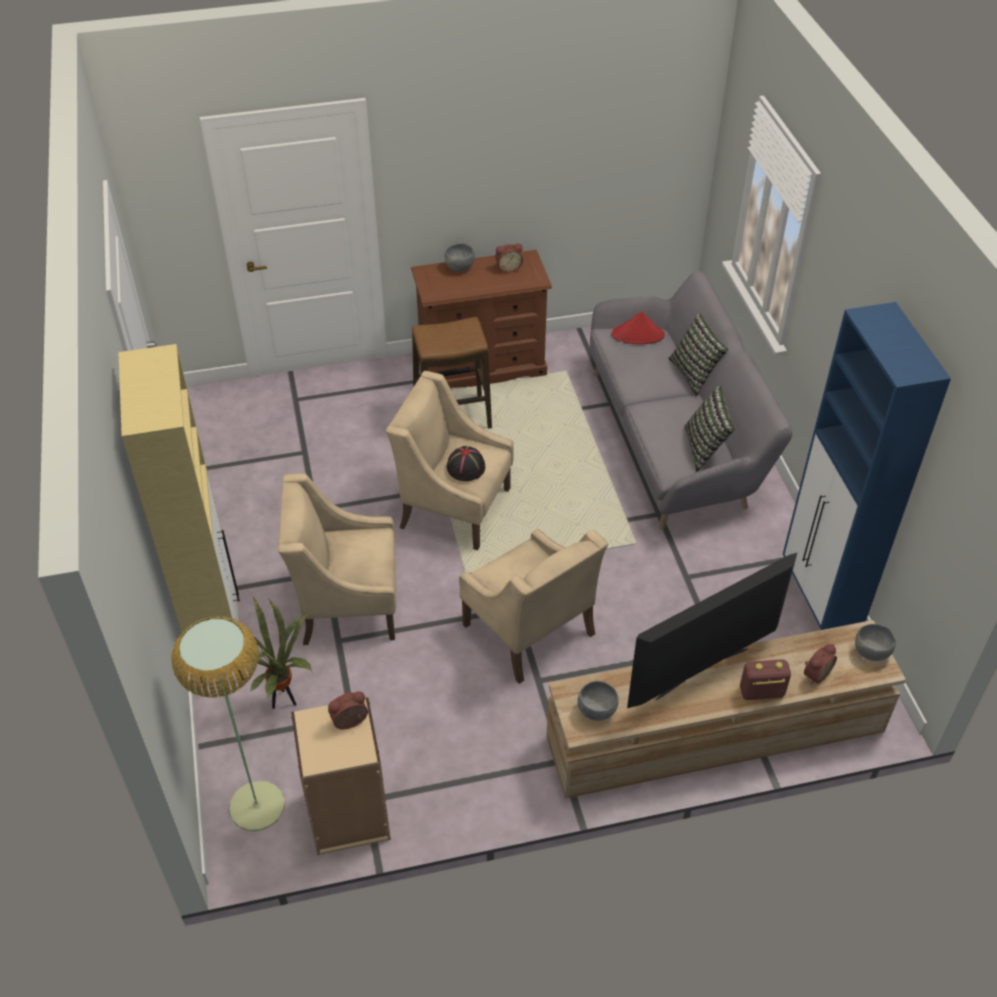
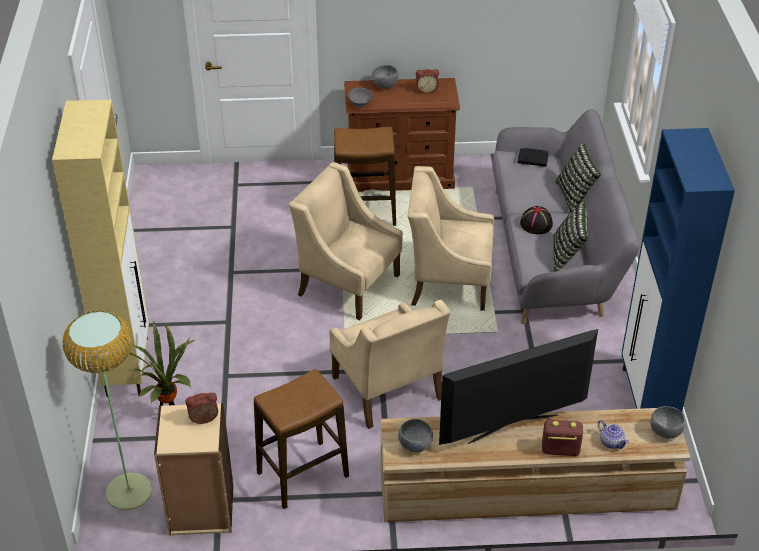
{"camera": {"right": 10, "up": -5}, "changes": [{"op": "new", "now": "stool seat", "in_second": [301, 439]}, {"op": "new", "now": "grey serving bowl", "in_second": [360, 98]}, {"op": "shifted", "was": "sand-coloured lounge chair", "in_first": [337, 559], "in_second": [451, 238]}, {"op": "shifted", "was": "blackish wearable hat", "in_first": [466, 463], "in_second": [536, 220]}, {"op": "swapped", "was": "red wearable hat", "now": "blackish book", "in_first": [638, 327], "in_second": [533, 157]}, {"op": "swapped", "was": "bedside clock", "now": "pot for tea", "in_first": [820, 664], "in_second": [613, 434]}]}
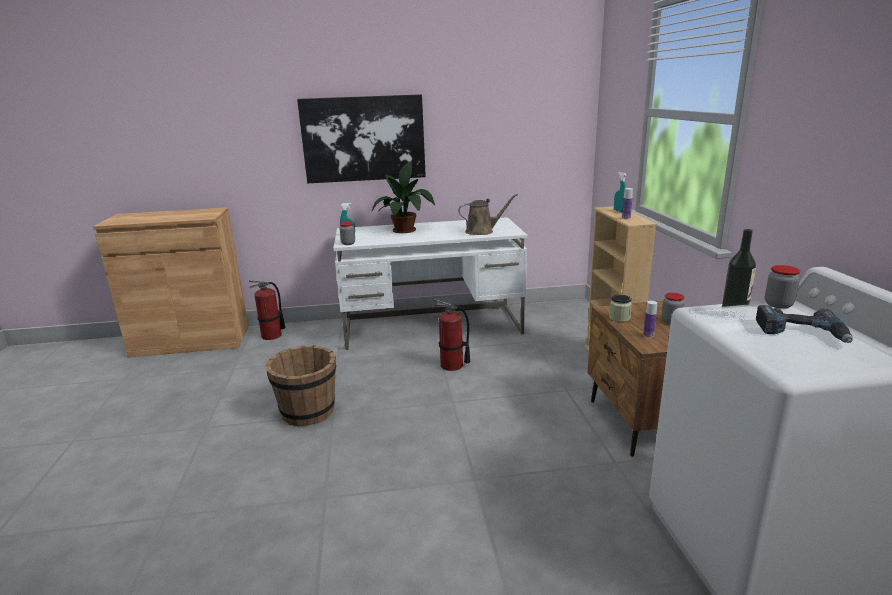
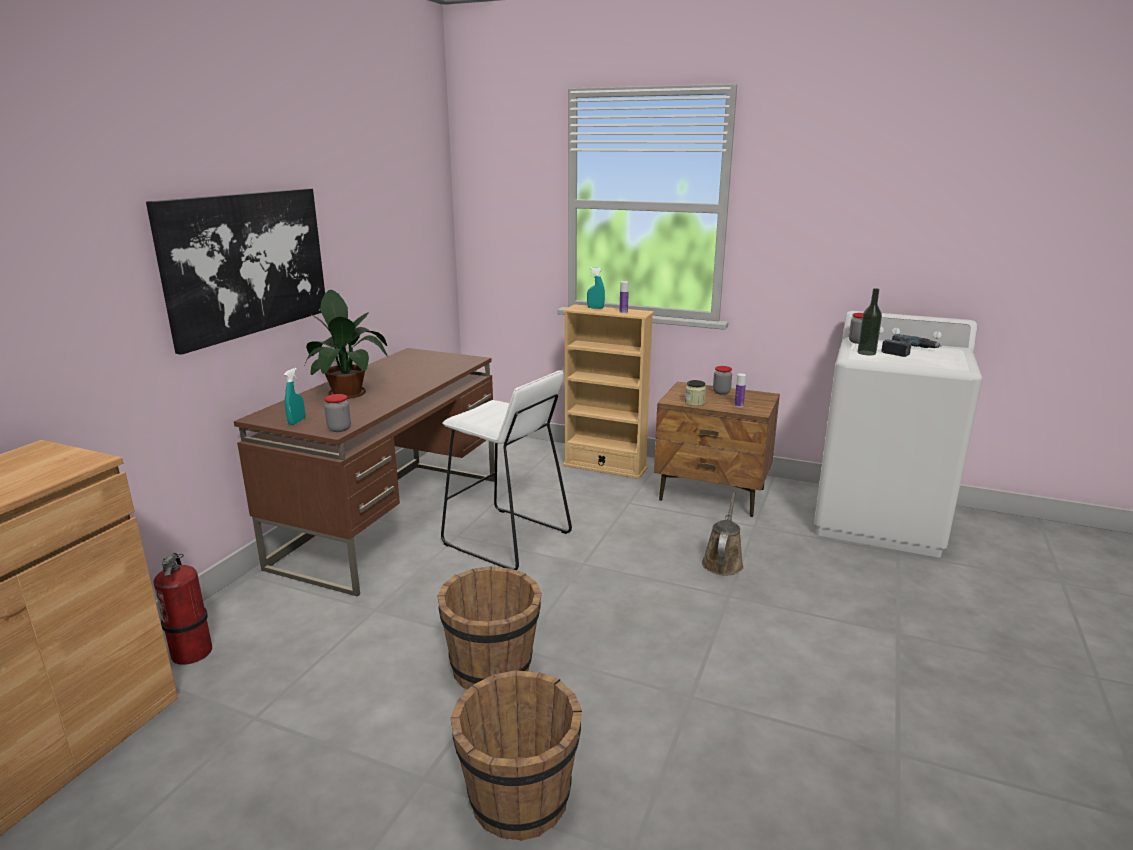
{"camera": {"right": -60, "up": 0}, "changes": [{"op": "new", "now": "brown-coloured water bucket", "in_second": [516, 755]}, {"op": "shifted", "was": "brown-coloured watering can", "in_first": [488, 214], "in_second": [723, 534]}, {"op": "swapped", "was": "fire-fighting cylinder", "now": "white-coloured stool seat", "in_first": [451, 335], "in_second": [506, 470]}, {"op": "repainted", "was": "white-coloured desk table", "now": "brown-coloured desk table", "in_first": [430, 283], "in_second": [364, 472]}]}
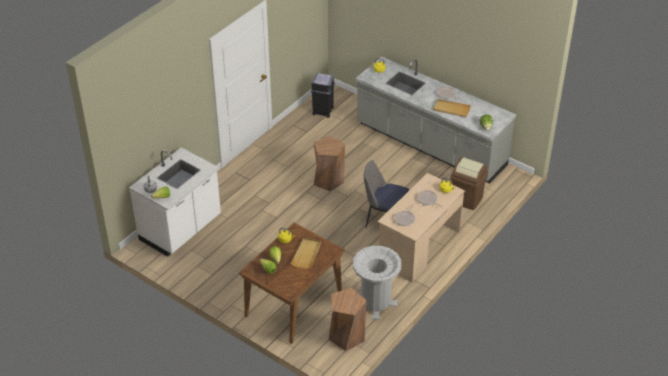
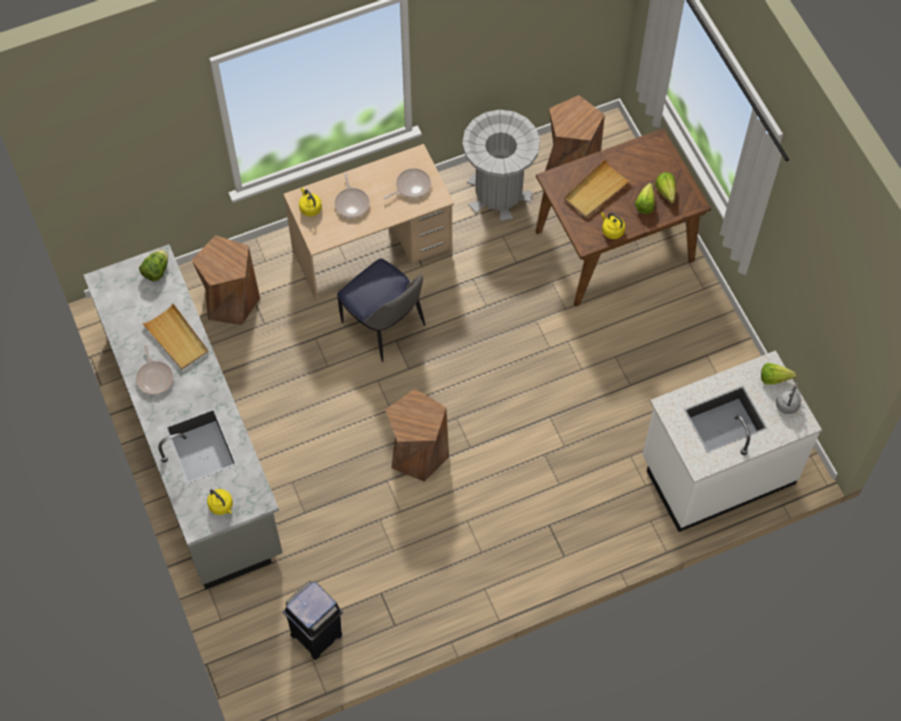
{"camera": {"right": -150, "up": 20}, "changes": [{"op": "swapped", "was": "brown-coloured trash can", "now": "brown-coloured stool seat", "in_first": [469, 183], "in_second": [225, 280]}]}
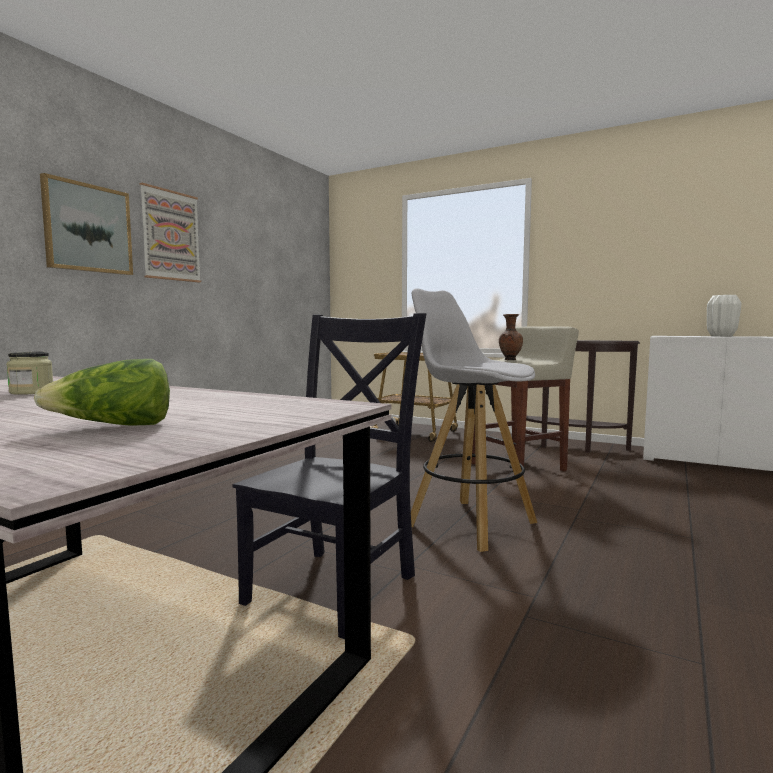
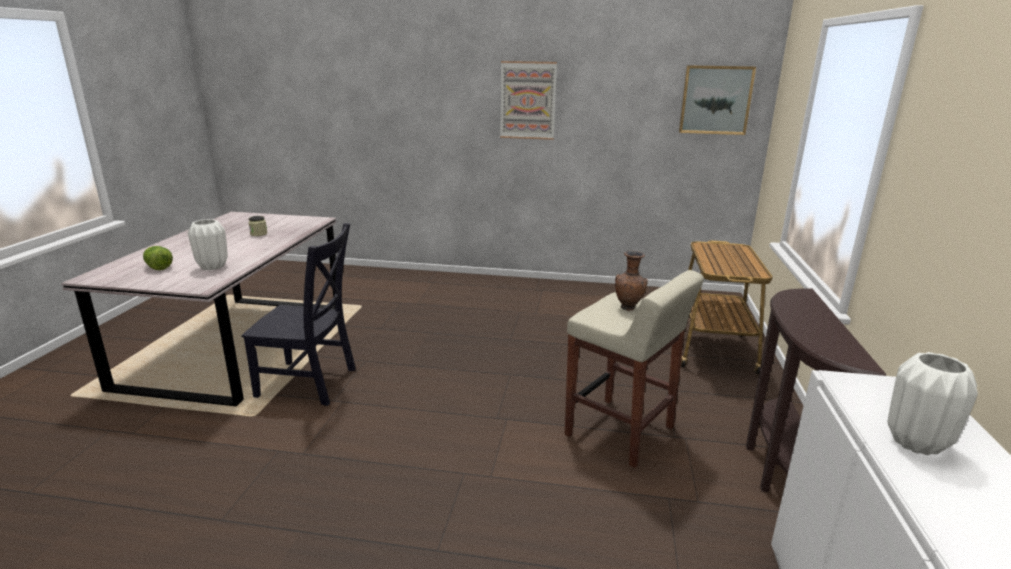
{"camera": {"right": 70, "up": 15}, "changes": [{"op": "gone", "was": "white-coloured stool seat", "in_first": [474, 420]}, {"op": "new", "now": "white-coloured decorative vase", "in_second": [208, 244]}, {"op": "shifted", "was": "wall art", "in_first": [86, 224], "in_second": [717, 100]}]}
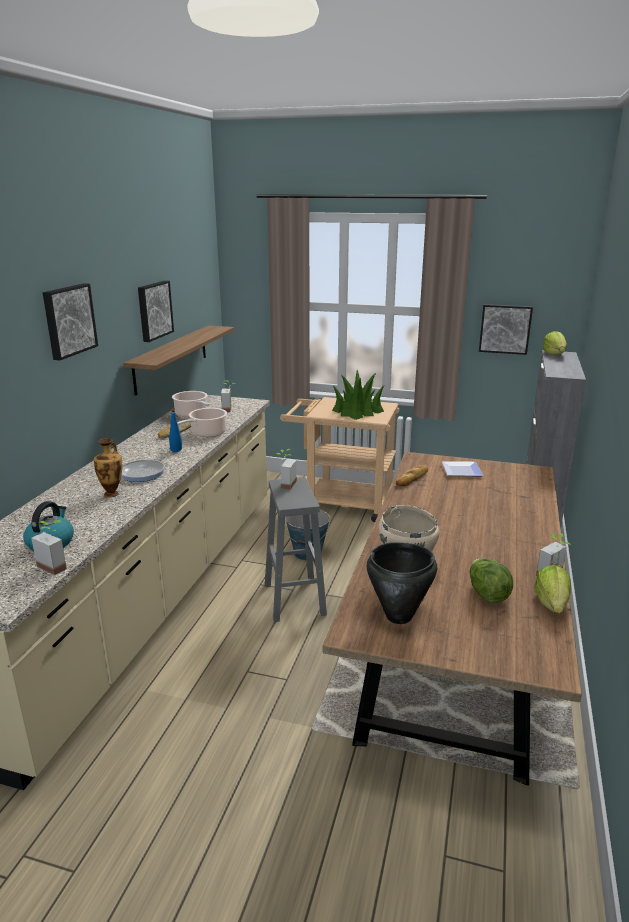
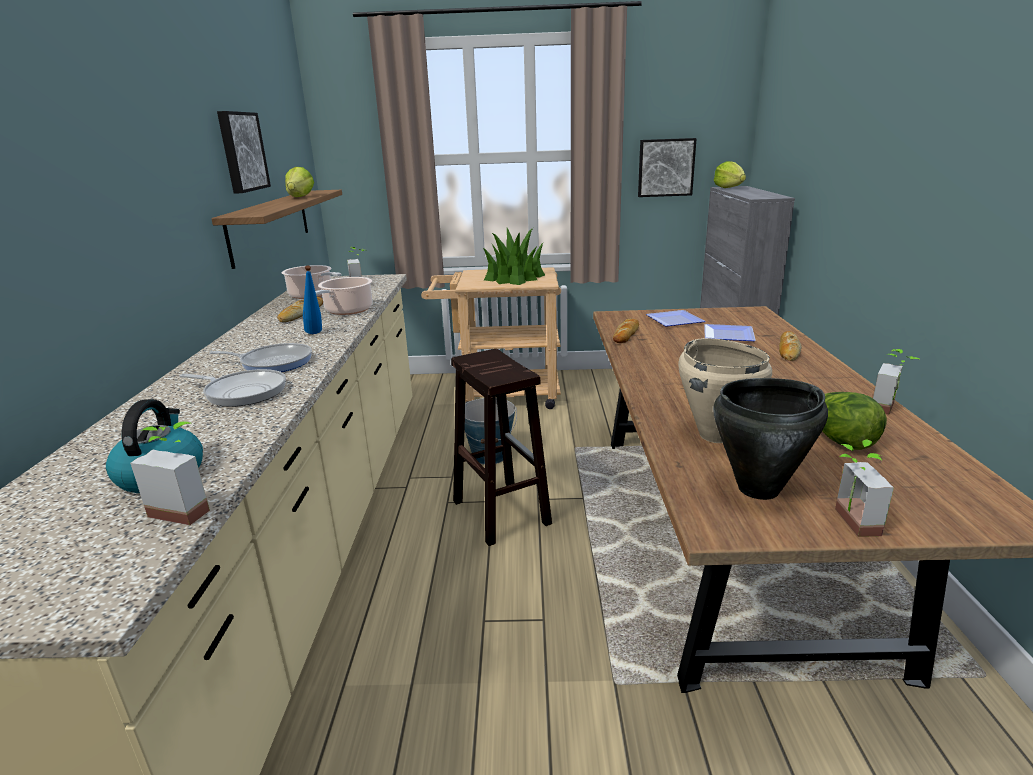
{"camera": {"right": -15, "up": 0}, "changes": [{"op": "gone", "was": "wall art", "in_first": [70, 321]}, {"op": "new", "now": "dinner plate", "in_second": [730, 332]}, {"op": "new", "now": "bakery bread", "in_second": [790, 346]}, {"op": "shifted", "was": "houseplant", "in_first": [286, 469], "in_second": [864, 488]}, {"op": "shifted", "was": "lettuce head", "in_first": [552, 589], "in_second": [299, 182]}, {"op": "swapped", "was": "decorative vase", "now": "skillet", "in_first": [108, 468], "in_second": [232, 388]}, {"op": "repainted", "was": "grey stool seat", "now": "brown-coloured stool seat", "in_first": [296, 549], "in_second": [501, 447]}]}
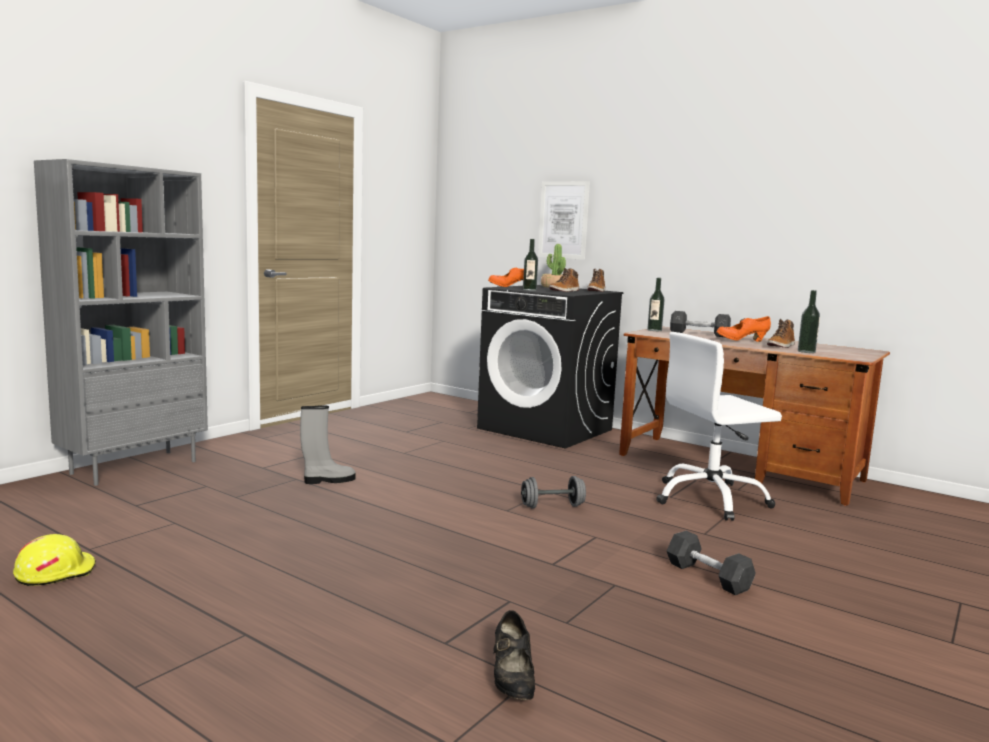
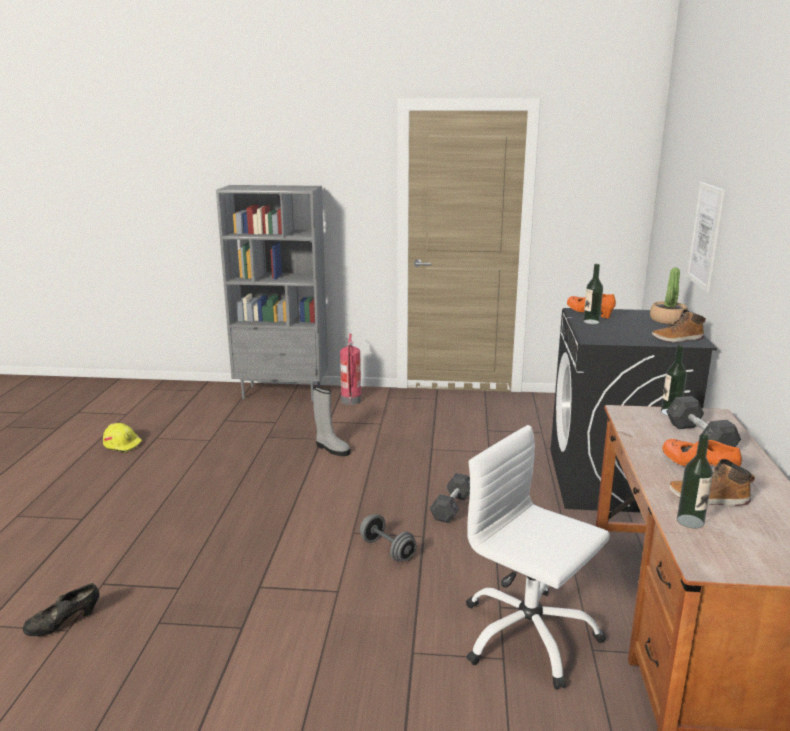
{"camera": {"right": 60, "up": 10}, "changes": [{"op": "gone", "was": "boot", "in_first": [564, 280]}, {"op": "new", "now": "fire-fighting cylinder", "in_second": [350, 369]}, {"op": "shifted", "was": "grey hand weight", "in_first": [711, 563], "in_second": [450, 498]}]}
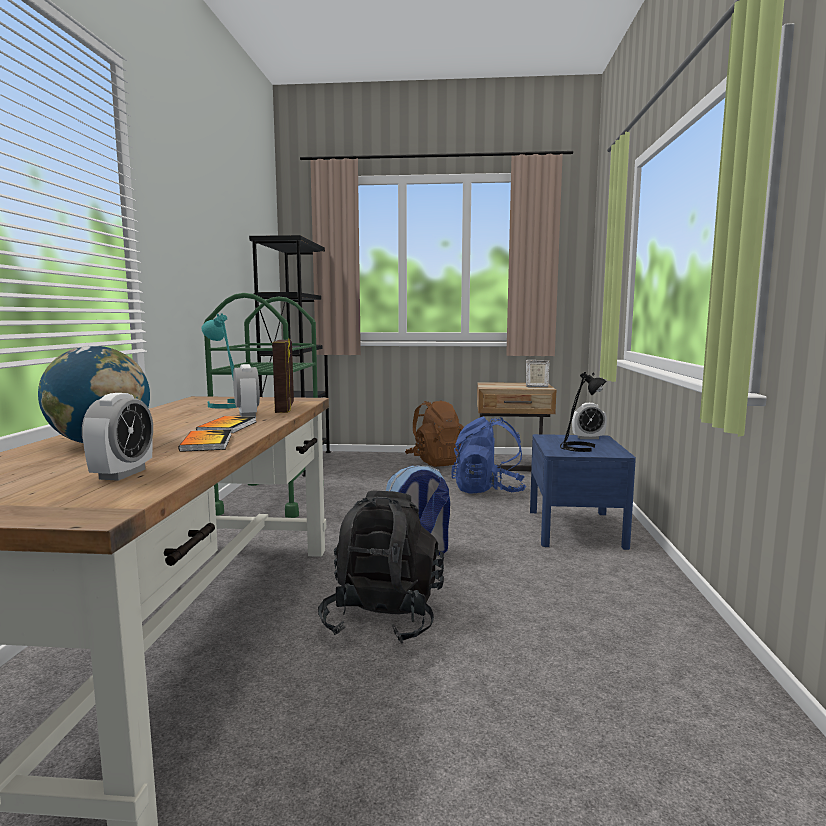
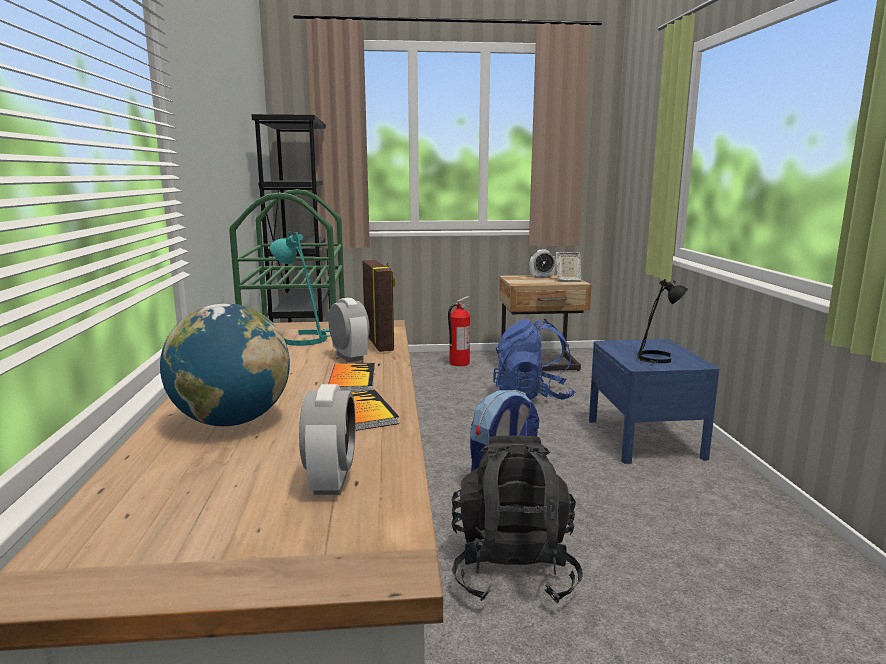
{"camera": {"right": -10, "up": 5}, "changes": [{"op": "shifted", "was": "bedside clock", "in_first": [589, 421], "in_second": [543, 264]}, {"op": "swapped", "was": "brown-coloured rucksack", "now": "fire-fighting cylinder", "in_first": [434, 433], "in_second": [459, 331]}]}
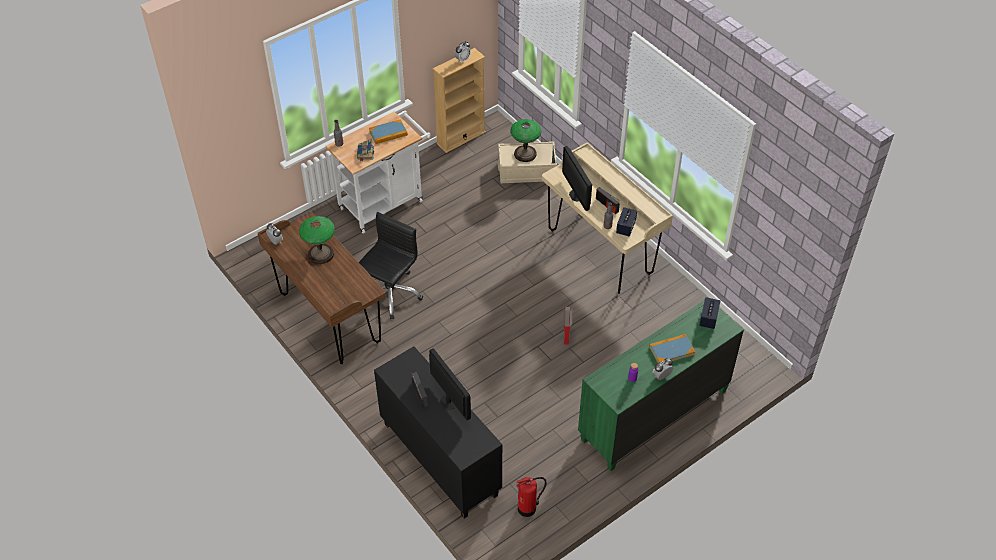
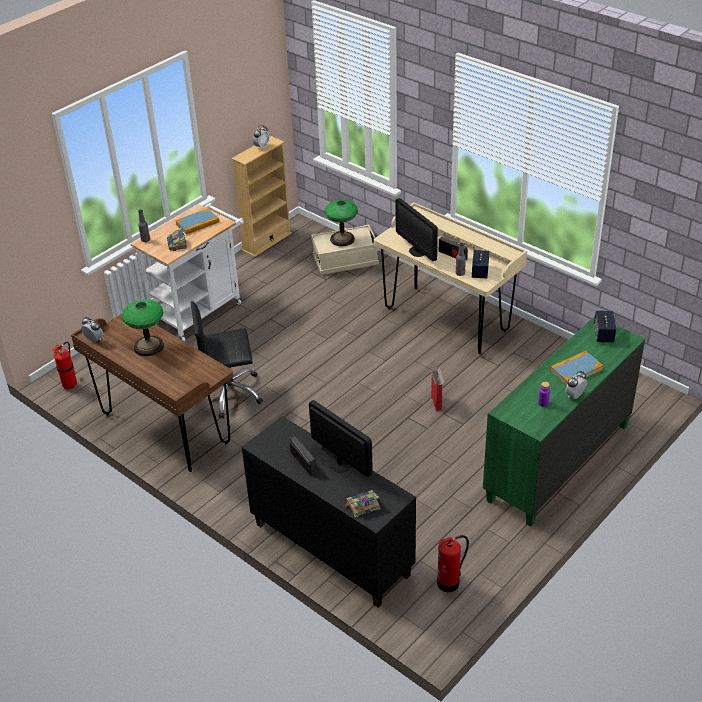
{"camera": {"right": -10, "up": -10}, "changes": [{"op": "new", "now": "fire-fighting cylinder", "in_second": [65, 365]}, {"op": "new", "now": "book", "in_second": [362, 504]}, {"op": "rotated", "was": "blackish office chair", "in_first": [391, 265], "in_second": [226, 360], "clockwise": -120}]}
